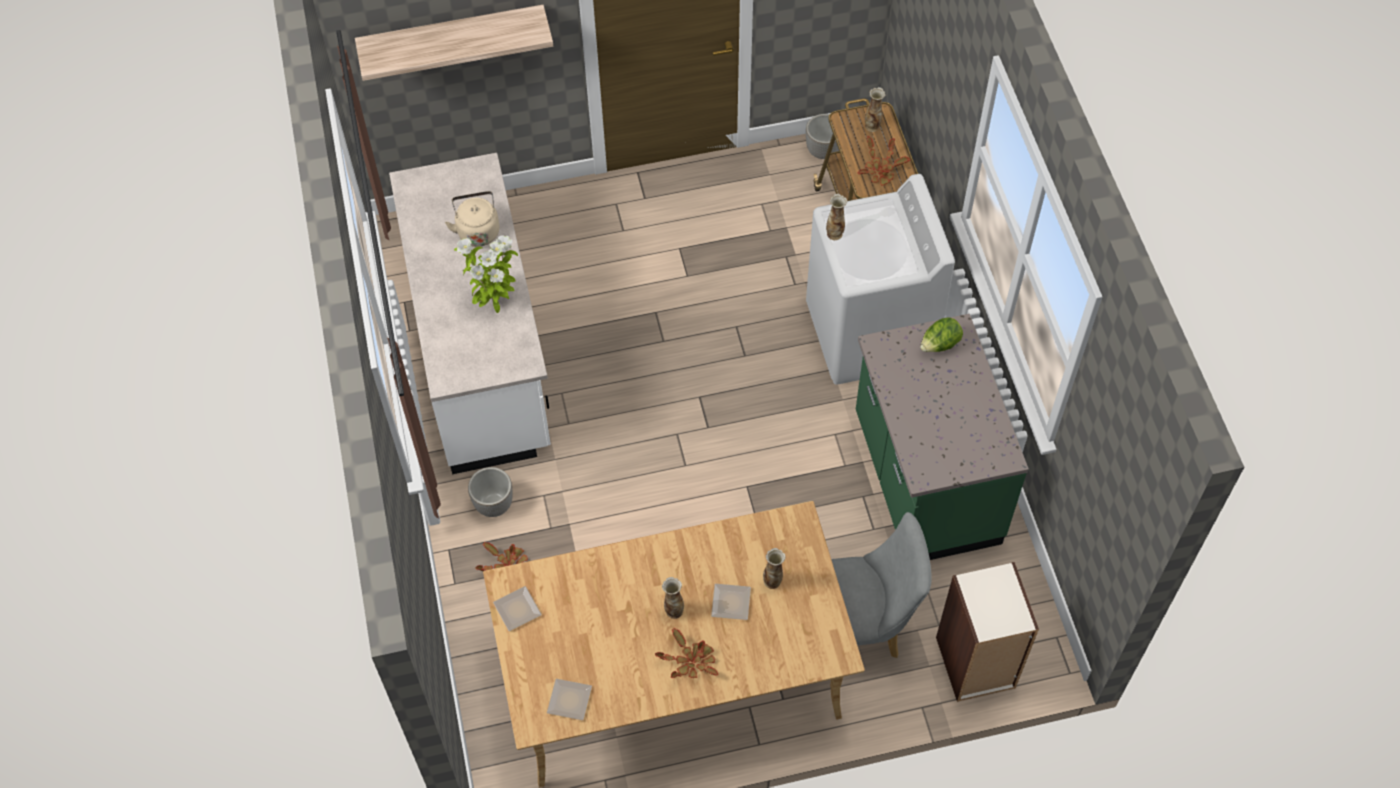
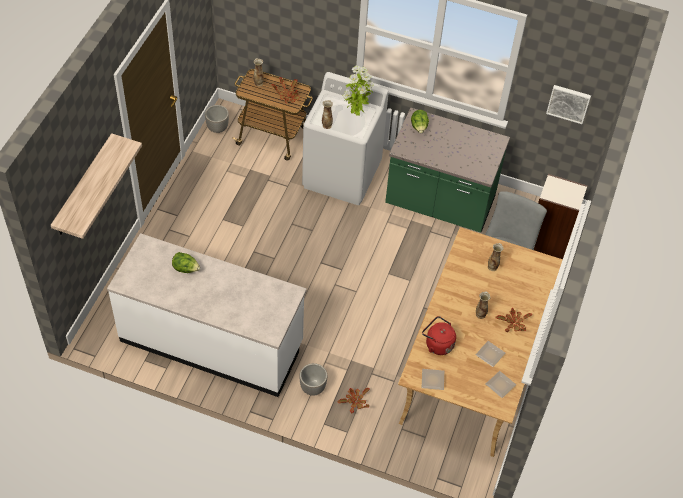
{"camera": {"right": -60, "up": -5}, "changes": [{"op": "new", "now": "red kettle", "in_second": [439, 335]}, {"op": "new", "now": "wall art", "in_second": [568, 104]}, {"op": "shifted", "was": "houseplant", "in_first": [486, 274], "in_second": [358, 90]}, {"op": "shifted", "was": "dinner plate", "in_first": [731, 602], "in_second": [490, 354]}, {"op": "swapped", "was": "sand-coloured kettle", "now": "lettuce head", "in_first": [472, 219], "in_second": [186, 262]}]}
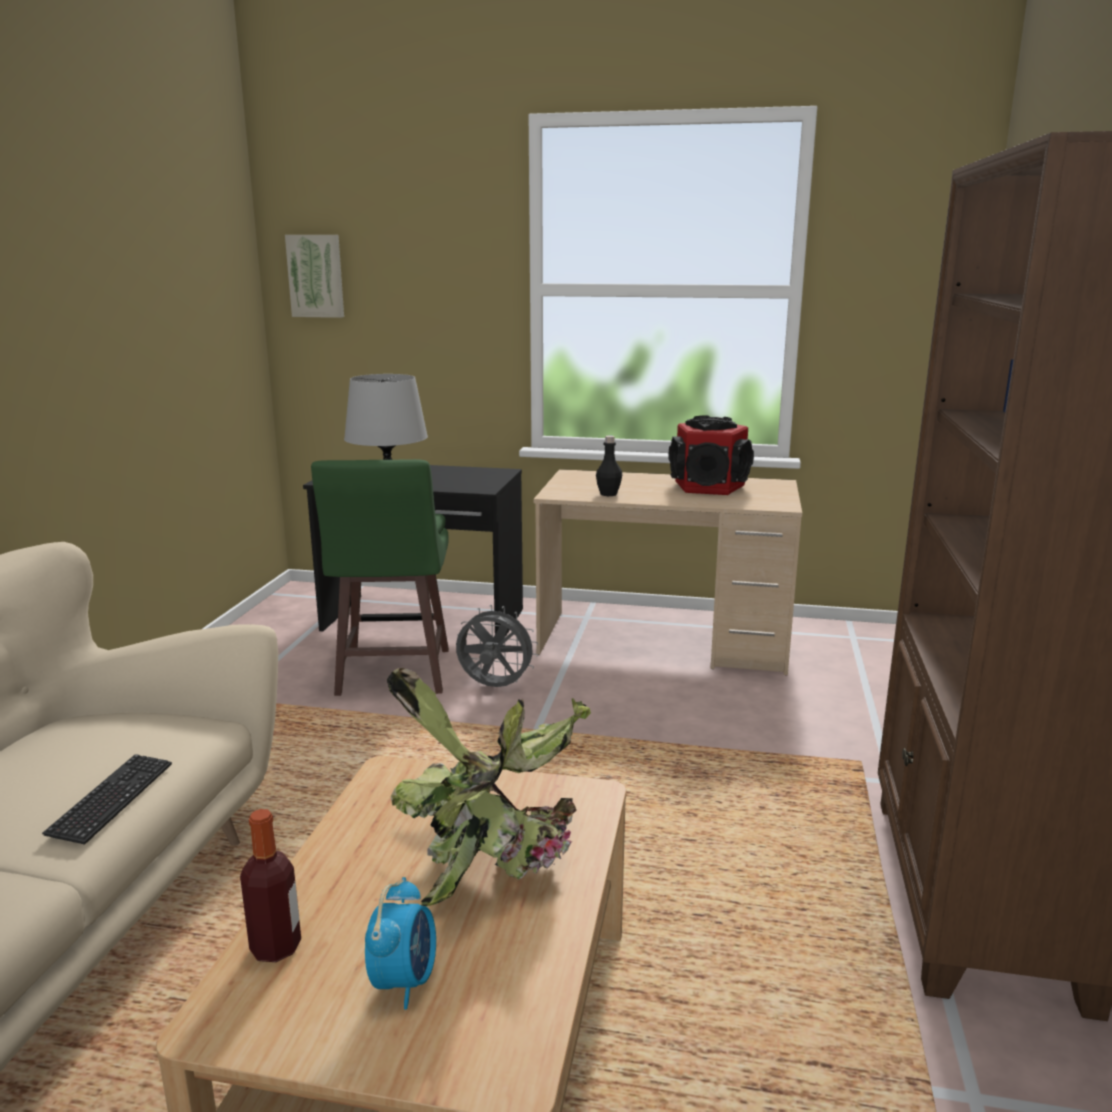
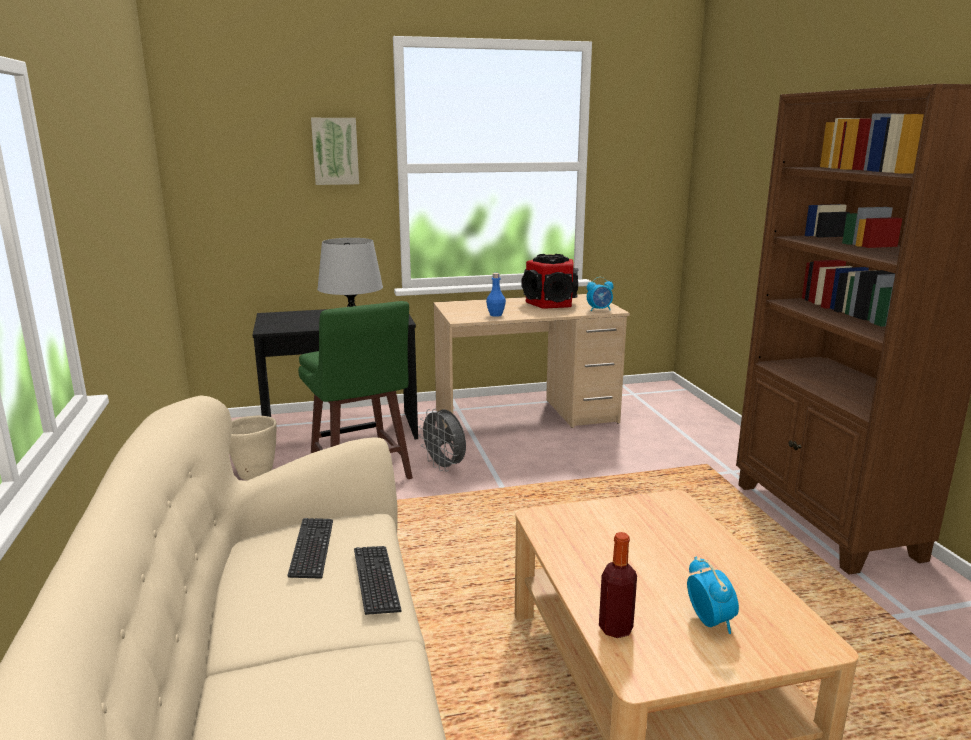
{"camera": {"right": -25, "up": 0}, "changes": [{"op": "gone", "was": "houseplant", "in_first": [489, 787]}, {"op": "new", "now": "sand-coloured flower pot", "in_second": [252, 448]}, {"op": "new", "now": "computer keyboard", "in_second": [310, 548]}, {"op": "new", "now": "bedside clock", "in_second": [600, 294]}, {"op": "shifted", "was": "wall art", "in_first": [314, 276], "in_second": [335, 151]}, {"op": "repainted", "was": "blackish drink bottle", "now": "blue drink bottle", "in_first": [609, 466], "in_second": [496, 295]}, {"op": "rotated", "was": "grey fan", "in_first": [497, 646], "in_second": [442, 440], "clockwise": -120}]}
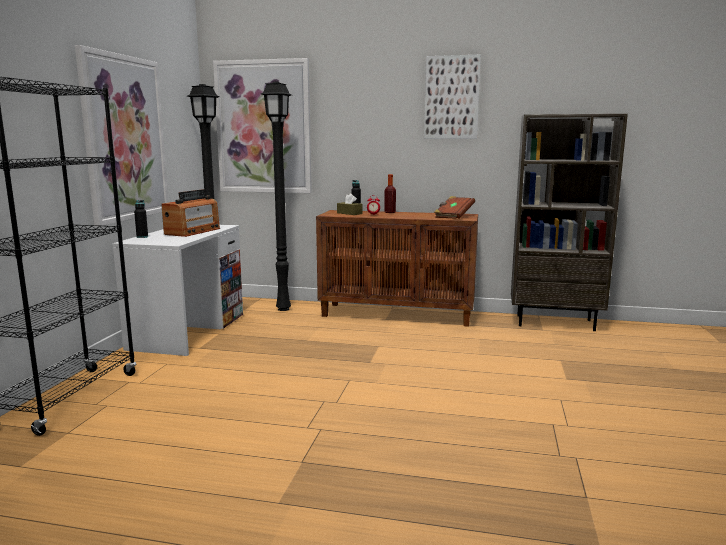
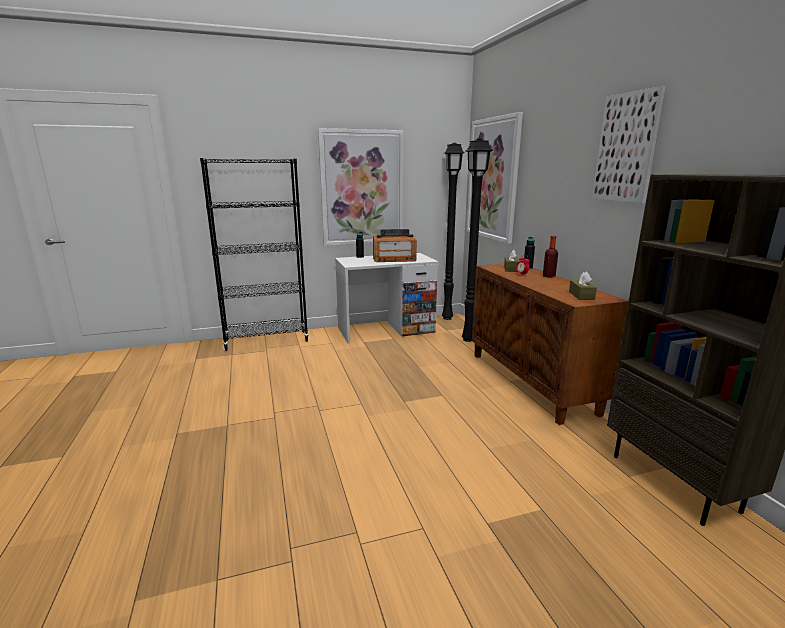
{"camera": {"right": 60, "up": 5}, "changes": [{"op": "swapped", "was": "brown-coloured book", "now": "brown-coloured box of tissues", "in_first": [454, 207], "in_second": [583, 286]}]}
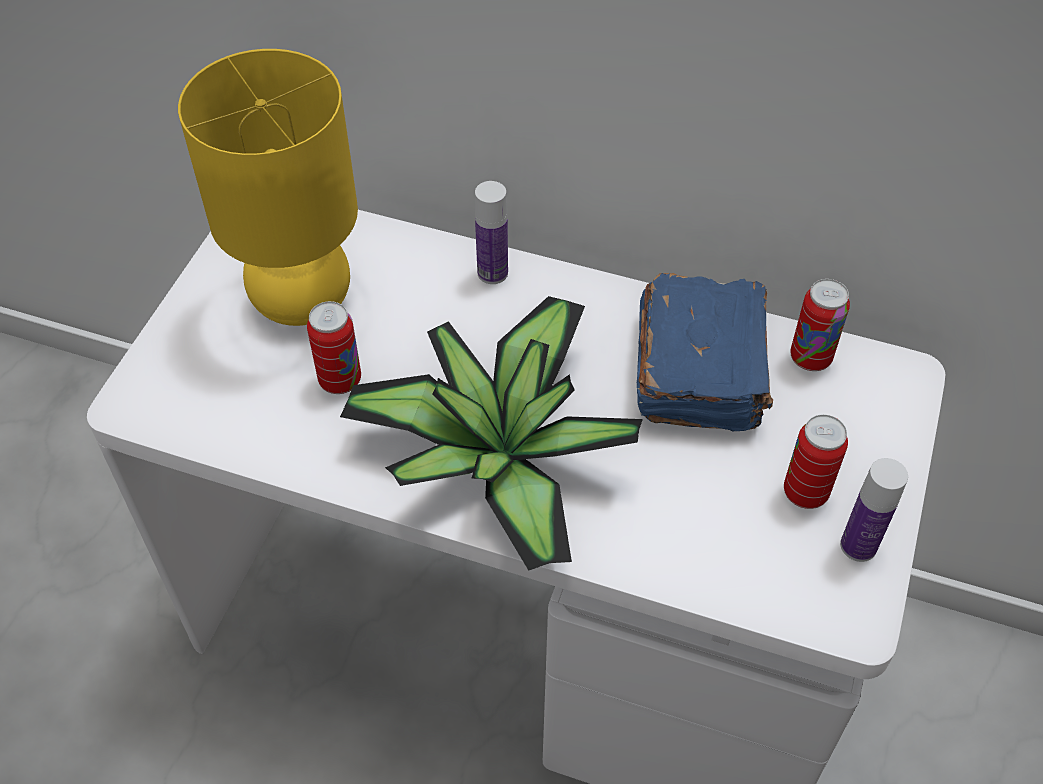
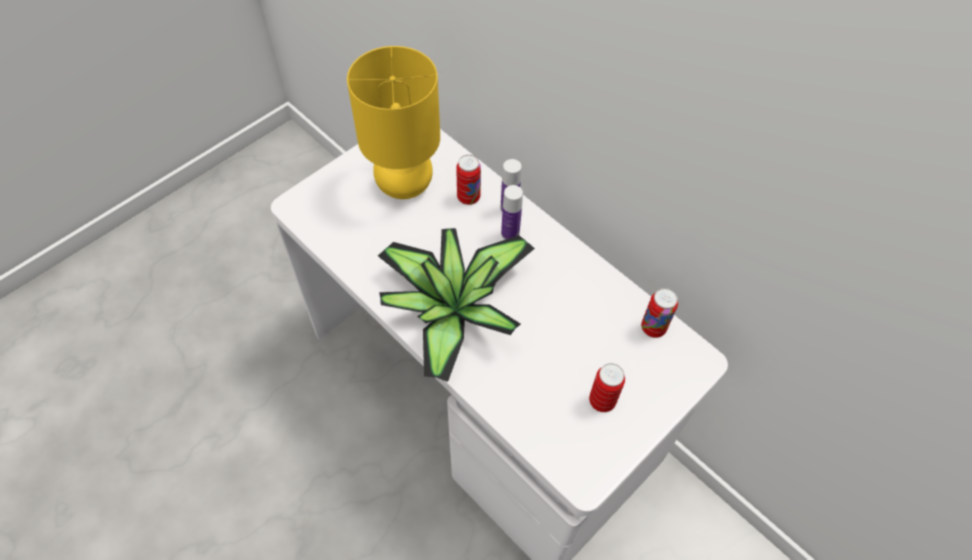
{"camera": {"right": 25, "up": 5}, "changes": [{"op": "gone", "was": "blue book", "in_first": [705, 352]}, {"op": "shifted", "was": "can", "in_first": [334, 347], "in_second": [468, 180]}, {"op": "shifted", "was": "drink bottle", "in_first": [874, 510], "in_second": [512, 212]}]}
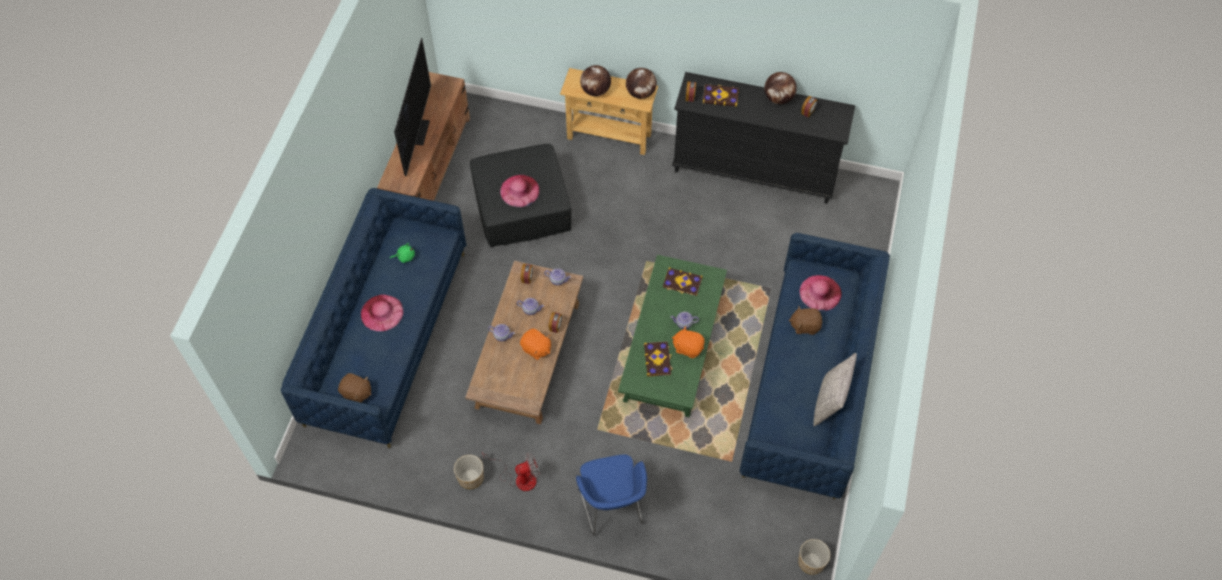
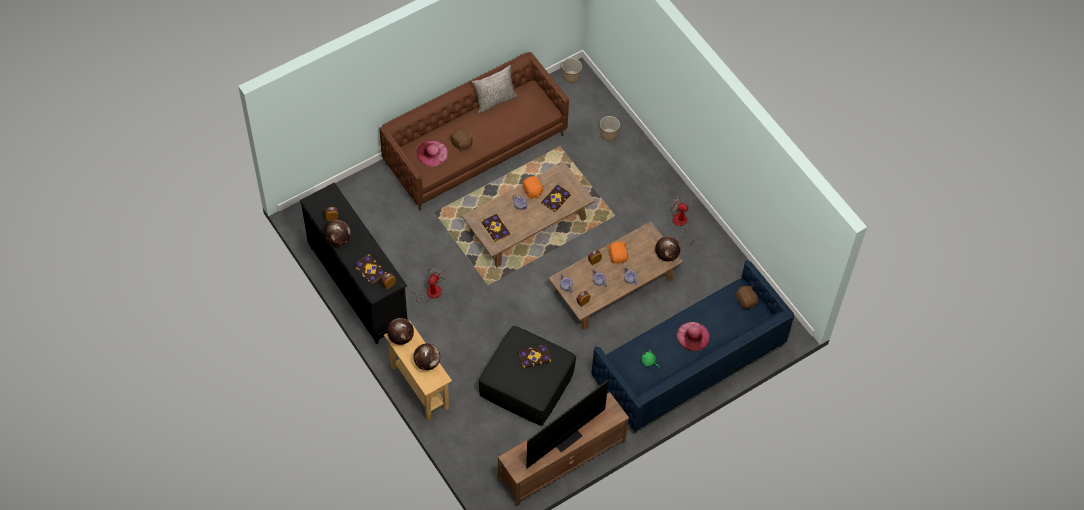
{"camera": {"right": -140, "up": 0}, "changes": [{"op": "gone", "was": "blue lounge chair", "in_first": [611, 494]}, {"op": "new", "now": "fan", "in_second": [425, 285]}, {"op": "new", "now": "globe", "in_second": [668, 248]}, {"op": "shifted", "was": "flower pot", "in_first": [469, 472], "in_second": [610, 128]}, {"op": "swapped", "was": "pinkish wearable hat", "now": "book", "in_first": [520, 191], "in_second": [535, 356]}, {"op": "repainted", "was": "greenish lounge table", "now": "brown-coloured lounge table", "in_first": [672, 336], "in_second": [528, 214]}, {"op": "repainted", "was": "blue sofa", "now": "brown-coloured sofa", "in_first": [814, 366], "in_second": [474, 131]}]}
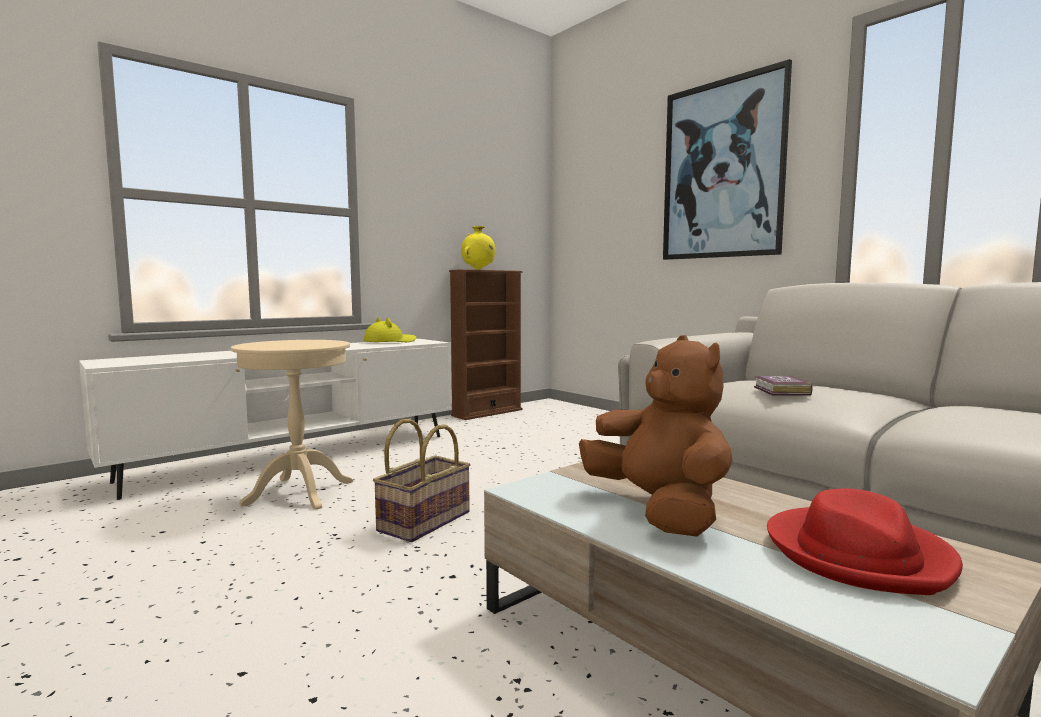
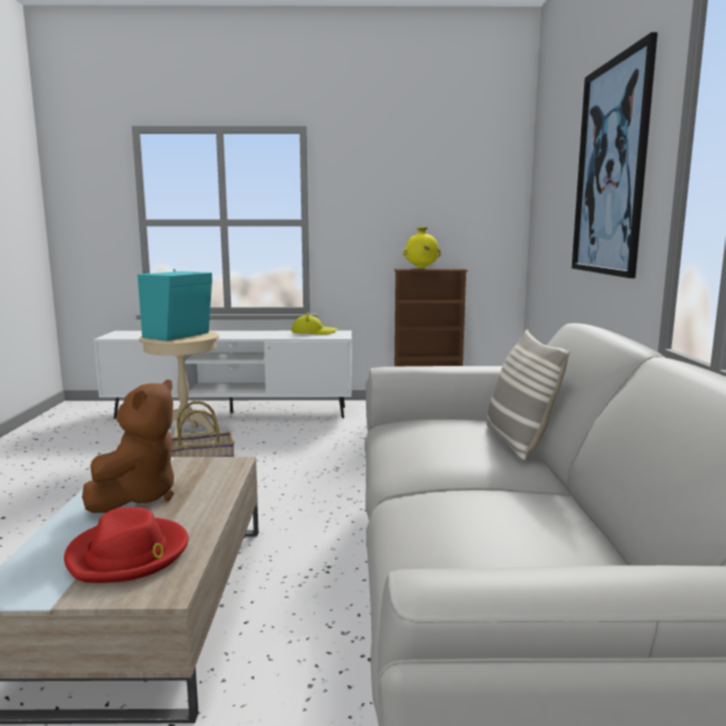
{"camera": {"right": 40, "up": 5}, "changes": [{"op": "gone", "was": "book", "in_first": [783, 386]}, {"op": "new", "now": "turquoise loudspeaker", "in_second": [175, 305]}, {"op": "new", "now": "pillow", "in_second": [528, 395]}]}
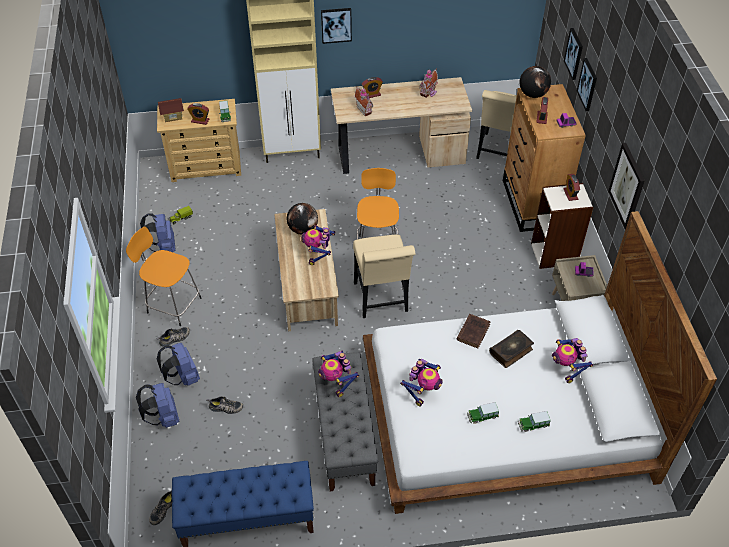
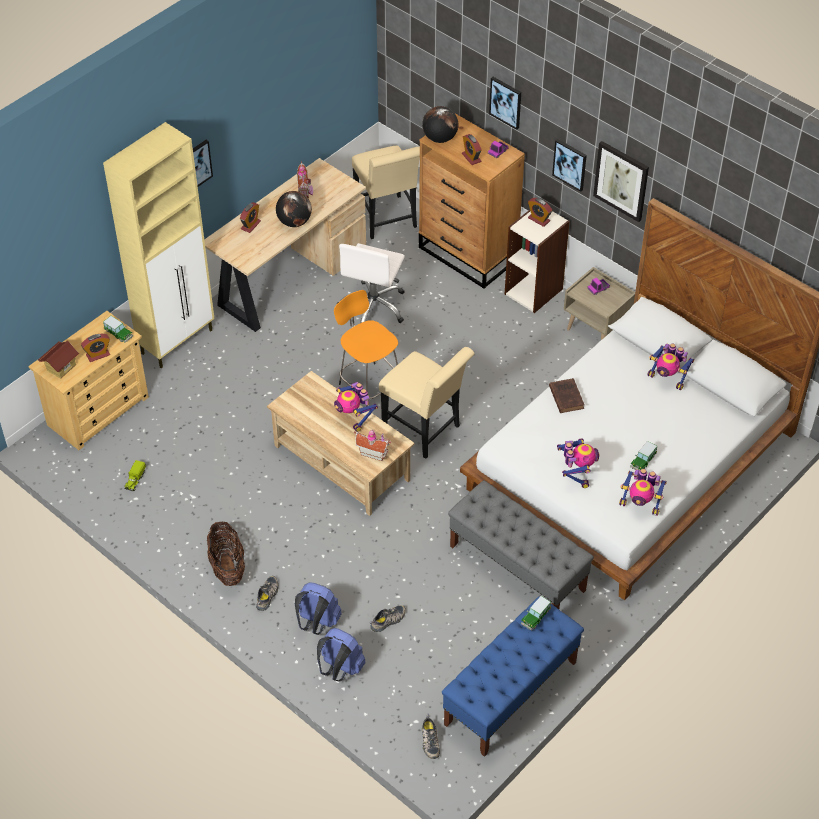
{"camera": {"right": -40, "up": 0}, "changes": [{"op": "gone", "was": "blue rucksack", "in_first": [158, 232]}, {"op": "gone", "was": "book", "in_first": [511, 349]}, {"op": "new", "now": "white-coloured office chair", "in_second": [371, 283]}, {"op": "shifted", "was": "globe", "in_first": [302, 219], "in_second": [294, 209]}, {"op": "shifted", "was": "model robot", "in_first": [338, 374], "in_second": [643, 492]}, {"op": "shifted", "was": "toy house", "in_first": [364, 101], "in_second": [372, 445]}, {"op": "shifted", "was": "miniature car", "in_first": [534, 421], "in_second": [536, 613]}, {"op": "shifted", "was": "wall art", "in_first": [573, 54], "in_second": [569, 165]}, {"op": "swapped", "was": "orangey stool seat", "now": "storage basket", "in_first": [164, 276], "in_second": [226, 554]}]}
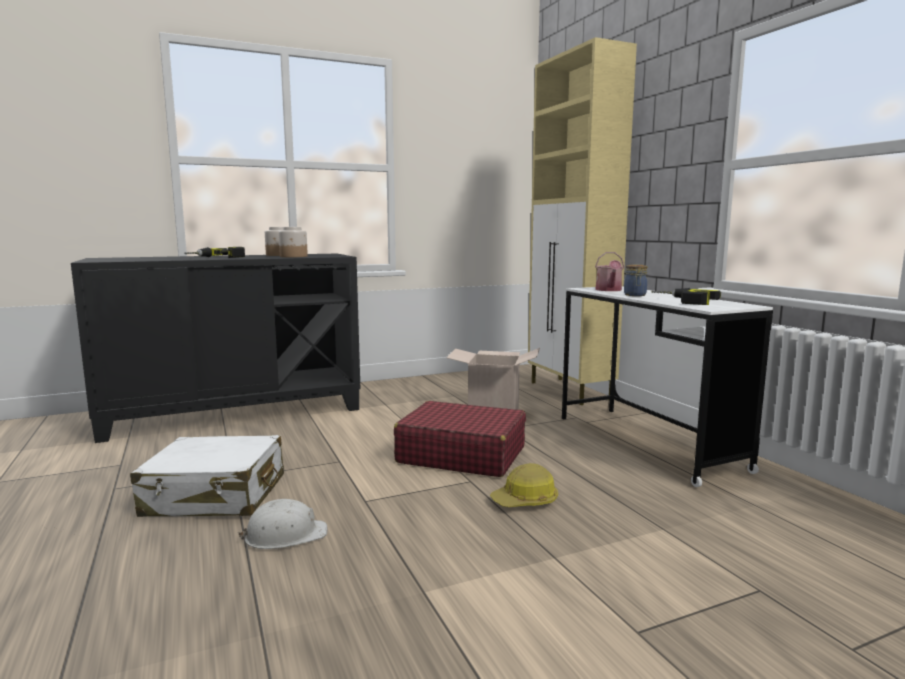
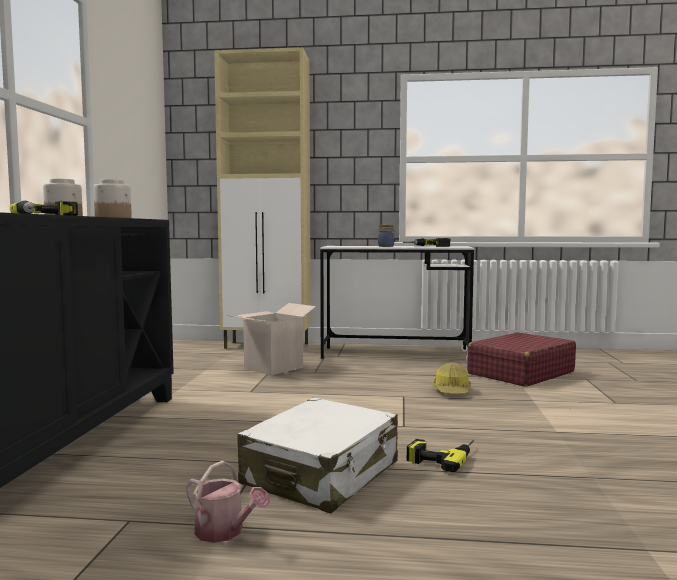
{"camera": {"right": -60, "up": -5}, "changes": [{"op": "shifted", "was": "red suitcase", "in_first": [460, 439], "in_second": [521, 359]}, {"op": "shifted", "was": "watering can", "in_first": [609, 271], "in_second": [228, 502]}, {"op": "swapped", "was": "white-coloured work helmet", "now": "power drill", "in_first": [283, 524], "in_second": [440, 455]}]}
